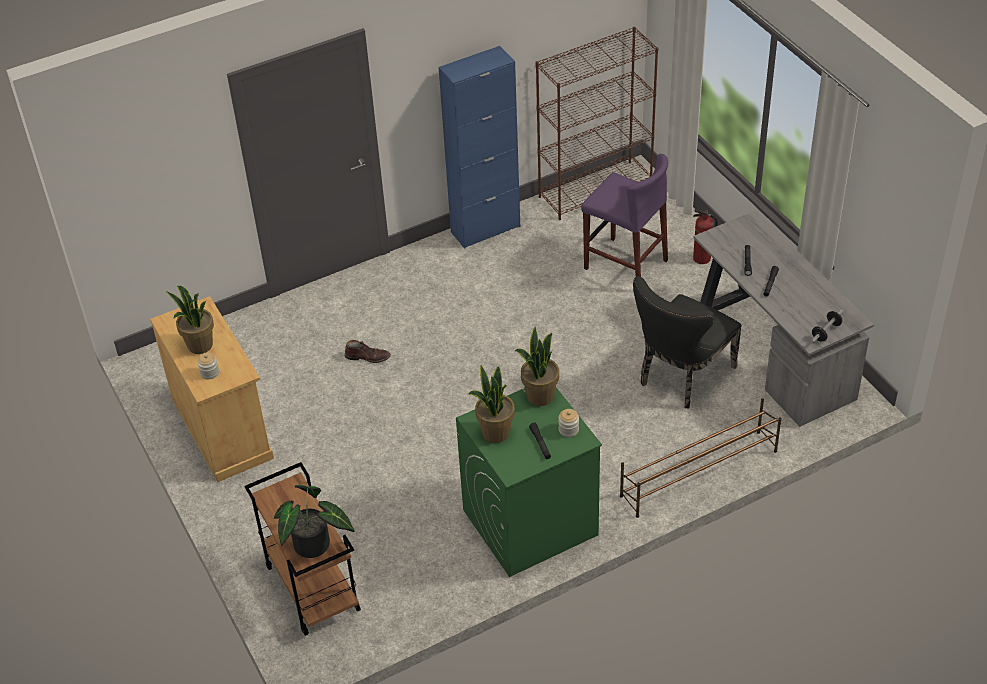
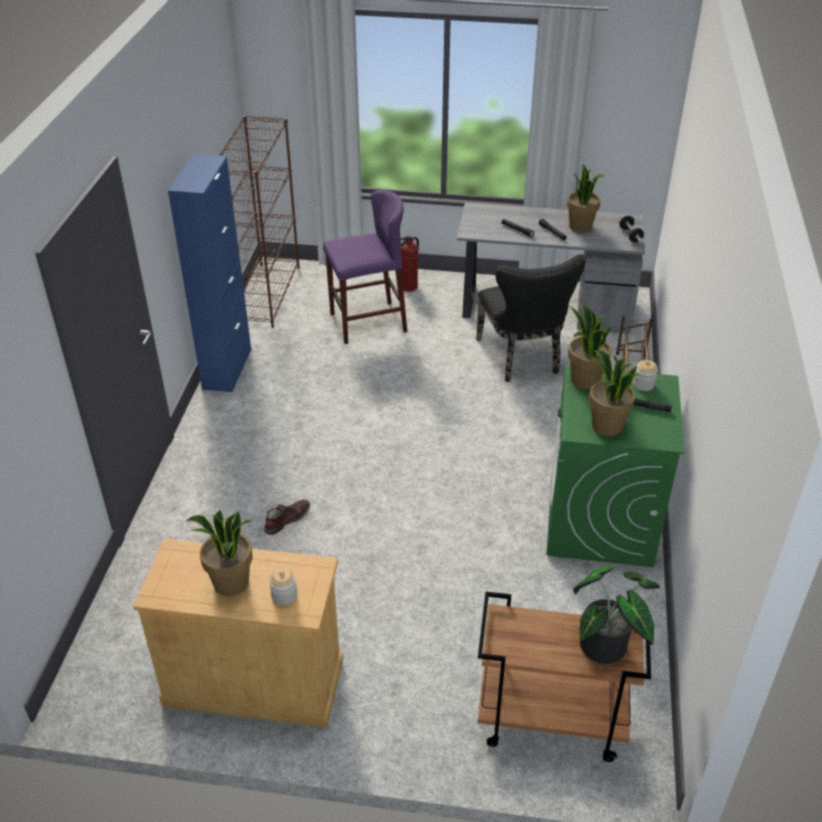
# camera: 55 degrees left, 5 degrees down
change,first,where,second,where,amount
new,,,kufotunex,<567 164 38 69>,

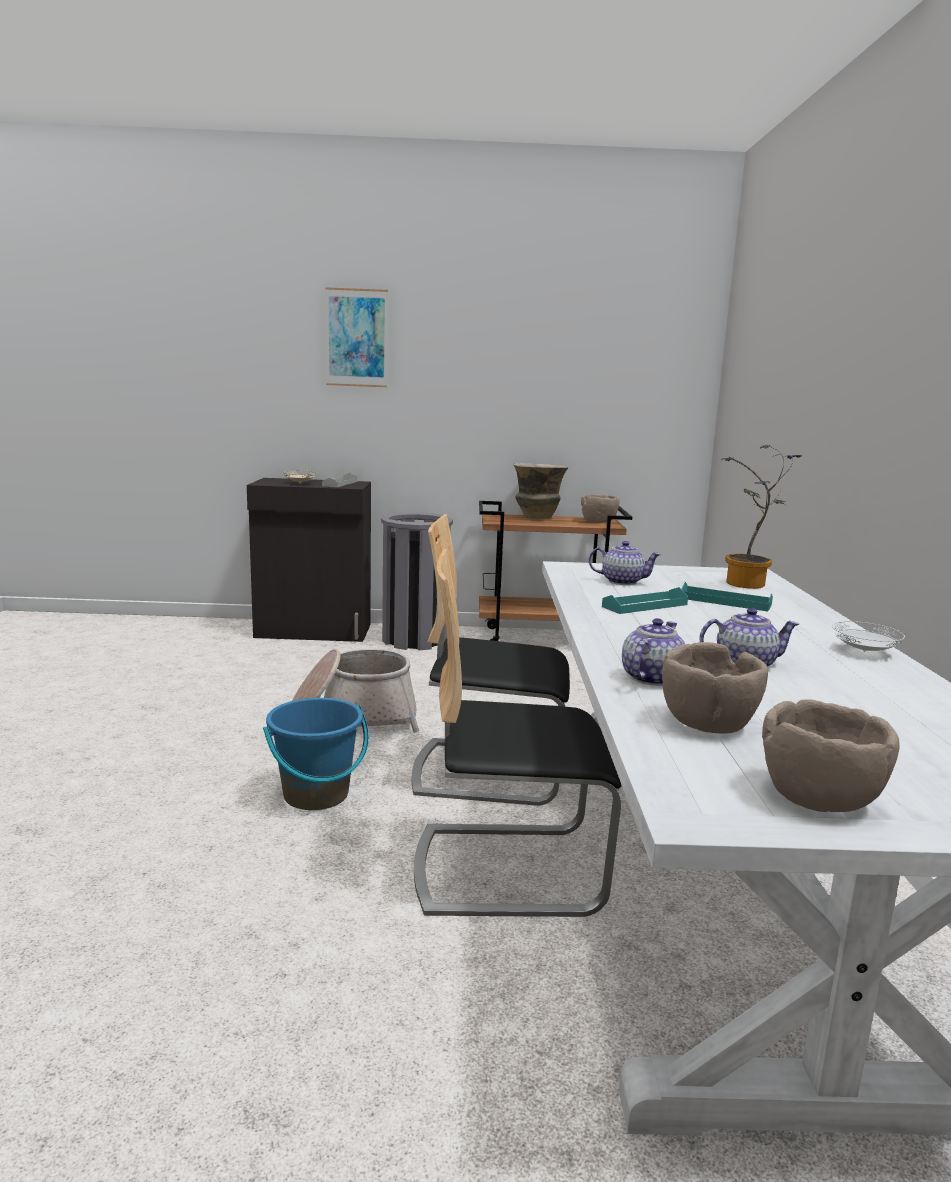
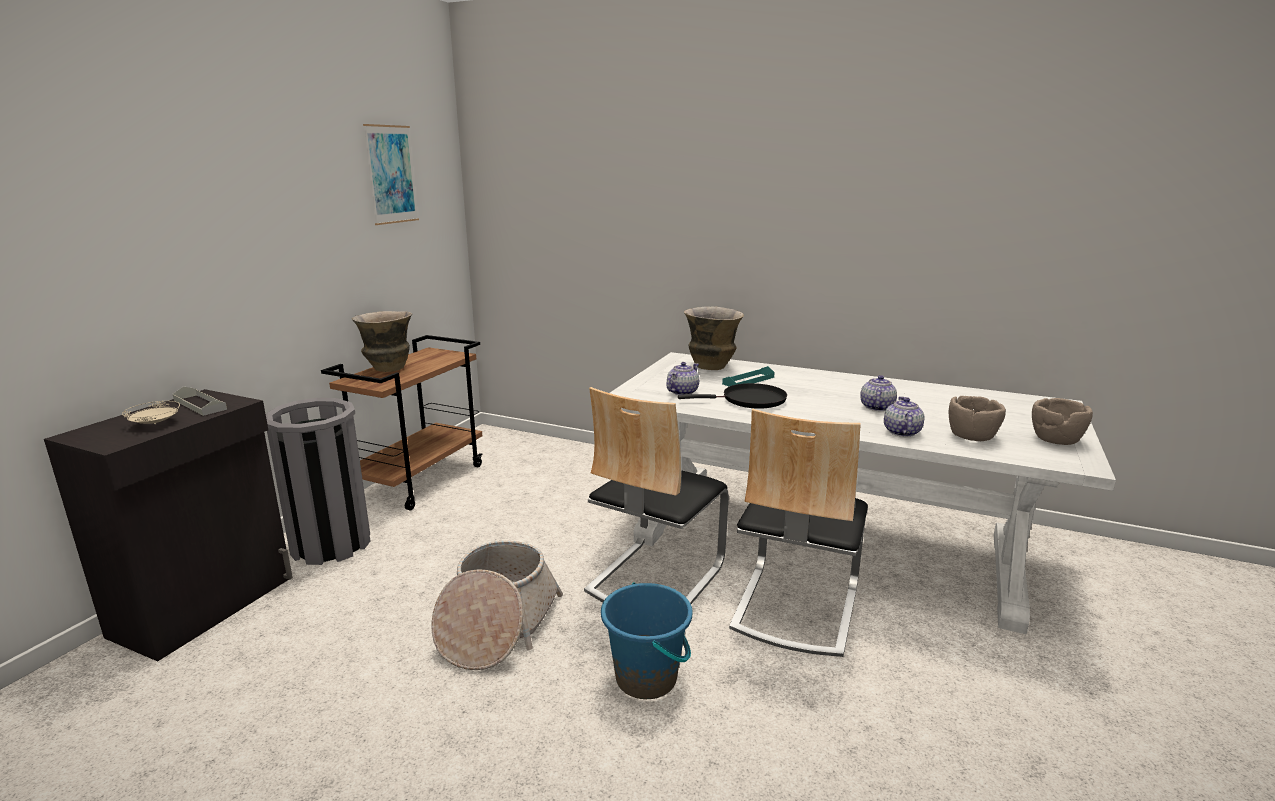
# camera: 65 degrees left, 5 degrees up
change,first,where,second,where,amount
shifted,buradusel,<325 287 63 100>,,<363 124 56 101>,
swapped,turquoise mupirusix,<602 587 86 27>,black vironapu,<678 383 109 26>,
swapped,kufotunex,<722 445 80 144>,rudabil,<684 306 60 64>,
rotated,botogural,<622 618 63 68>,,<884 396 41 41>,45 degrees clockwise
gone,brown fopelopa,<581 494 39 29>,,,
gone,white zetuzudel,<832 621 73 31>,,,

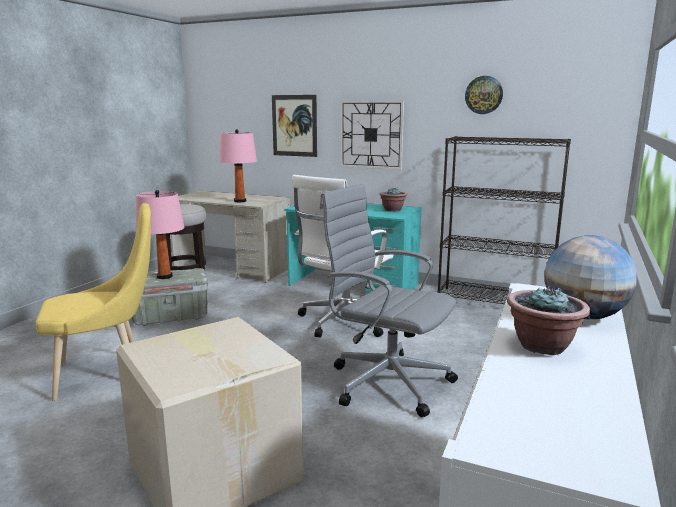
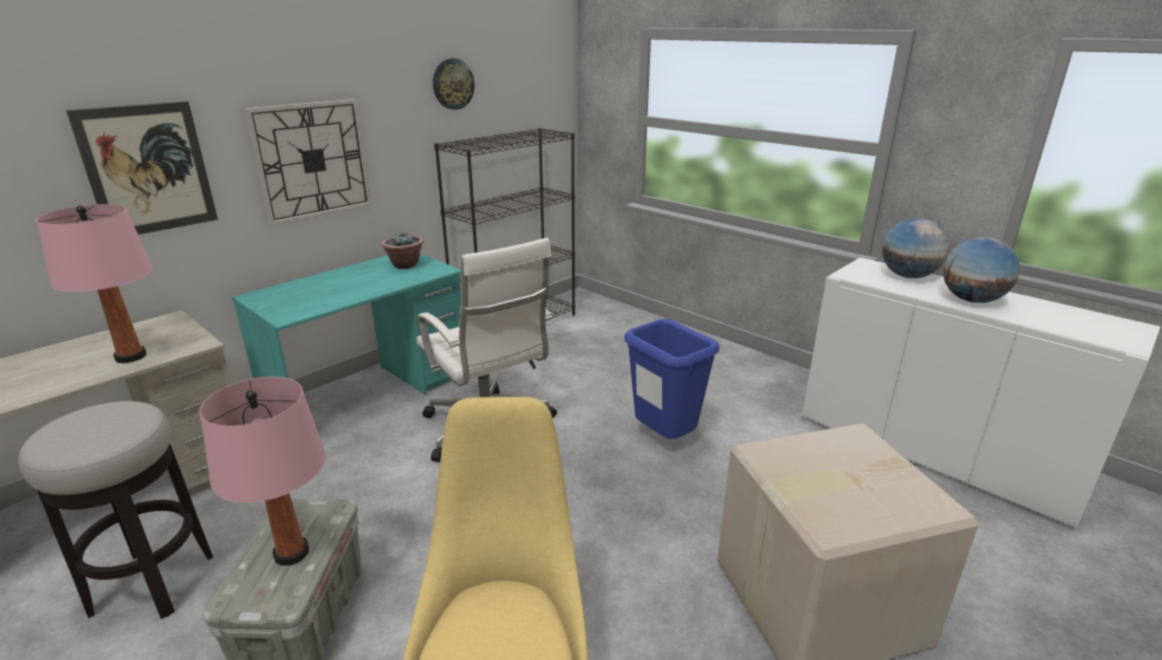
# camera: 70 degrees left, 10 degrees up
change,first,where,second,where,amount
swapped,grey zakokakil,<320 184 138 233>,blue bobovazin,<624 319 95 120>,
swapped,kufotunex,<507 285 83 70>,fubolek,<943 237 77 66>,

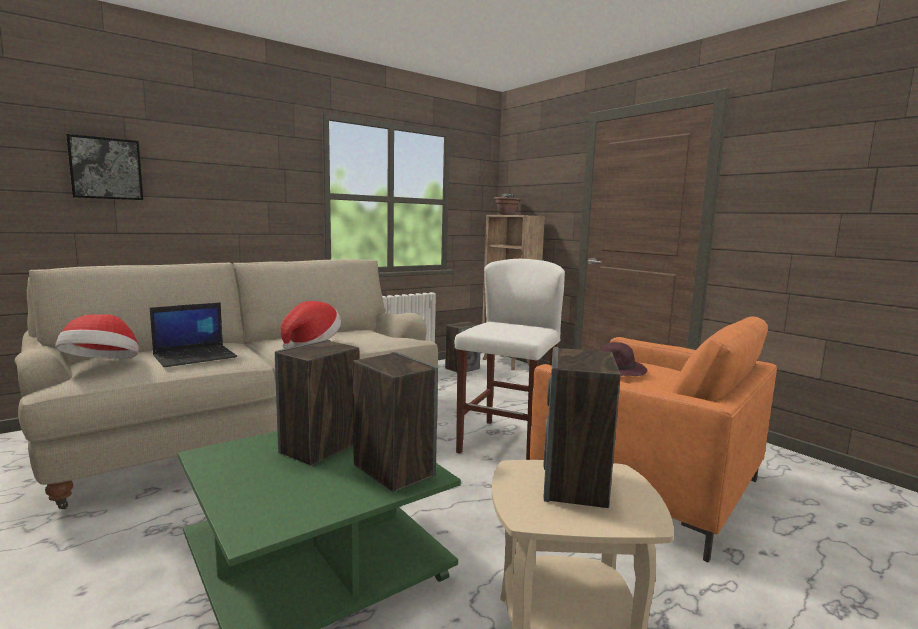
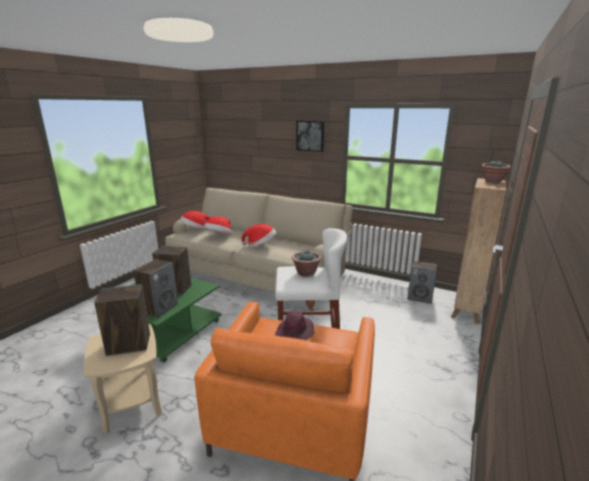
# camera: 65 degrees right, 10 degrees up
change,first,where,second,where,amount
swapped,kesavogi,<150 302 87 65>,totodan,<204 216 28 18>,
new,,,kufotunex,<292 251 29 26>,
shifted,buradusel,<66 134 77 66>,,<296 121 28 31>,

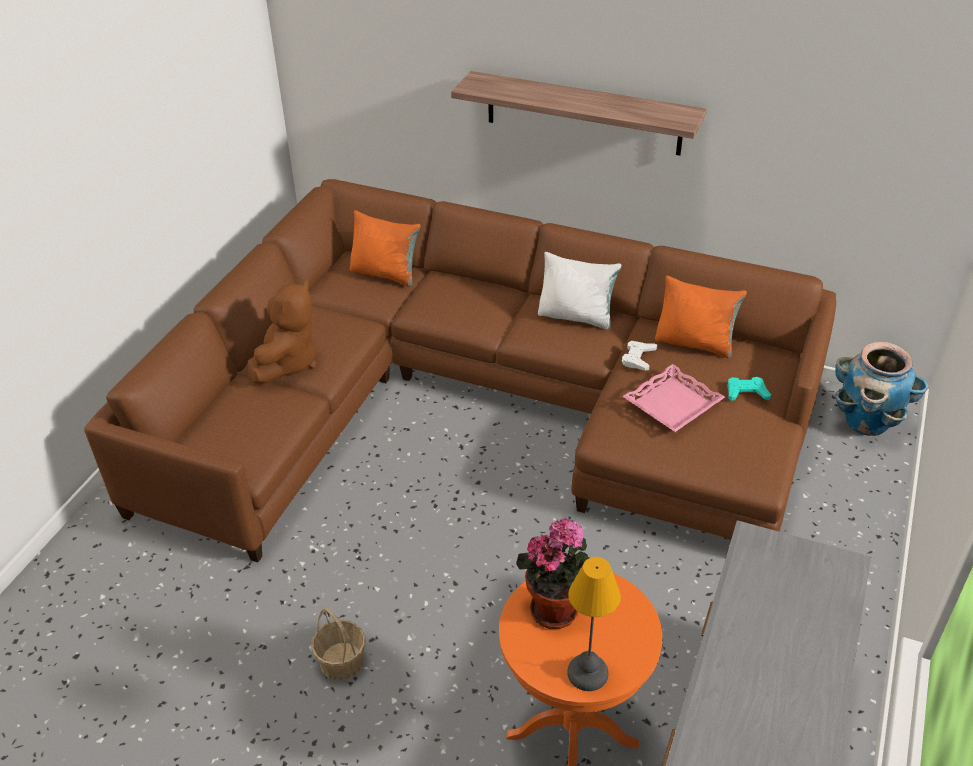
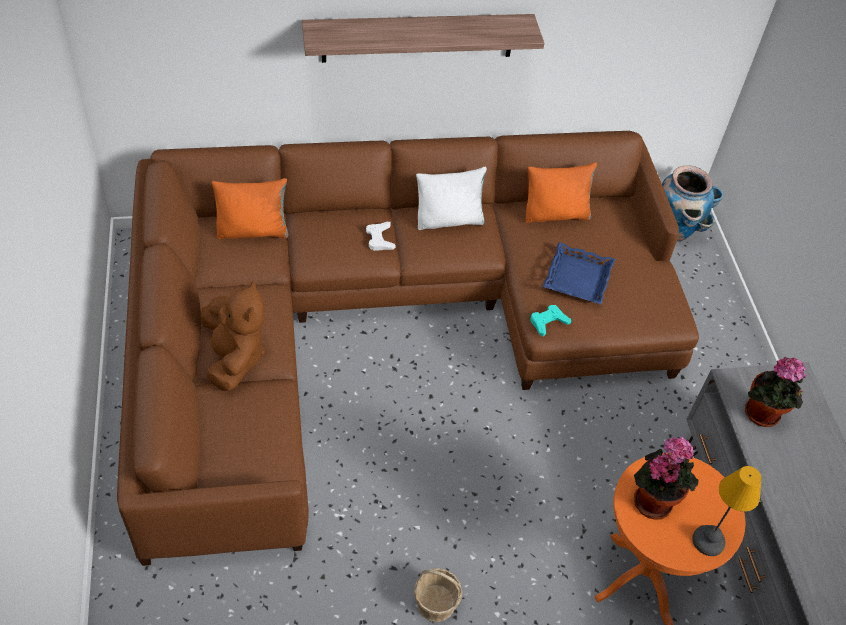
# camera: 35 degrees left, 10 degrees up
change,first,where,second,where,amount
shifted,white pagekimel,<622 341 35 30>,,<366 222 30 29>,
shifted,turquoise pagekimel,<727 377 44 24>,,<531 305 40 31>,
repainted,pink mupirusix,<622 364 103 68>,blue mupirusix,<543 242 72 62>,
new,,,kufotunex,<745 357 61 70>,

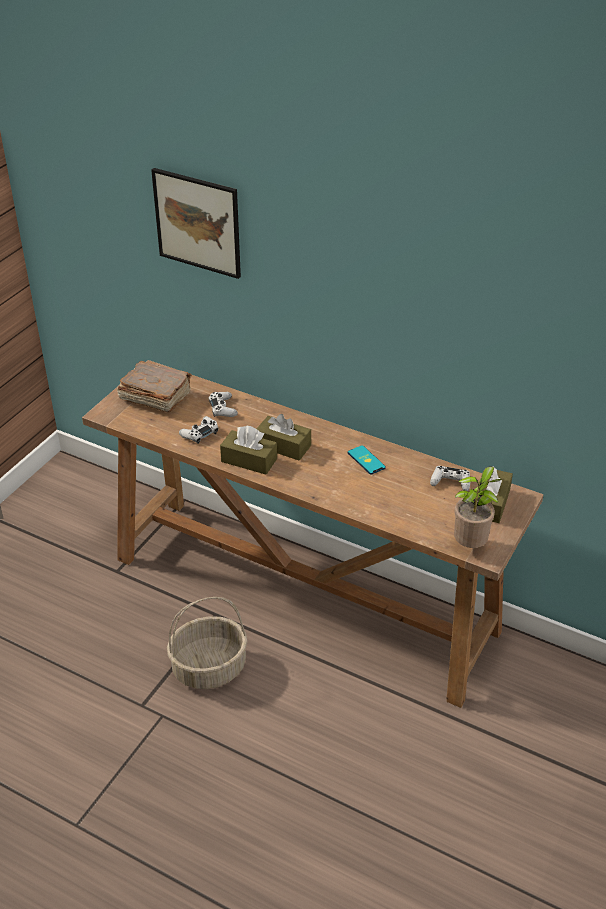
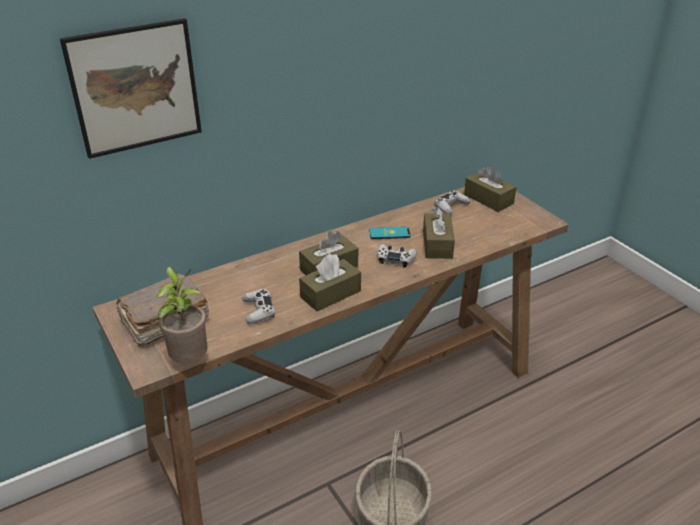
# camera: 60 degrees left, 5 degrees down
change,first,where,second,where,amount
shifted,kufotunex,<454 466 48 82>,,<156 266 52 97>,
shifted,white pagekimel,<208 392 30 25>,,<377 244 40 24>,
new,,,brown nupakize,<423 207 32 52>,

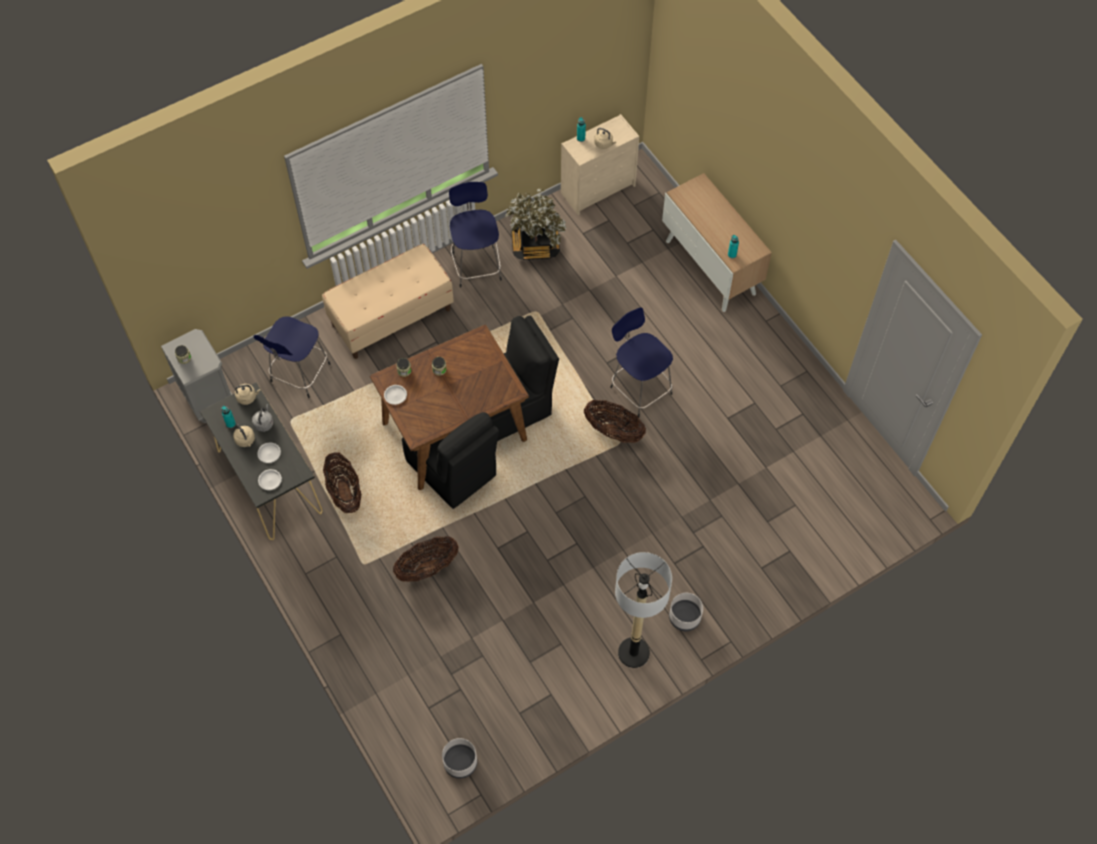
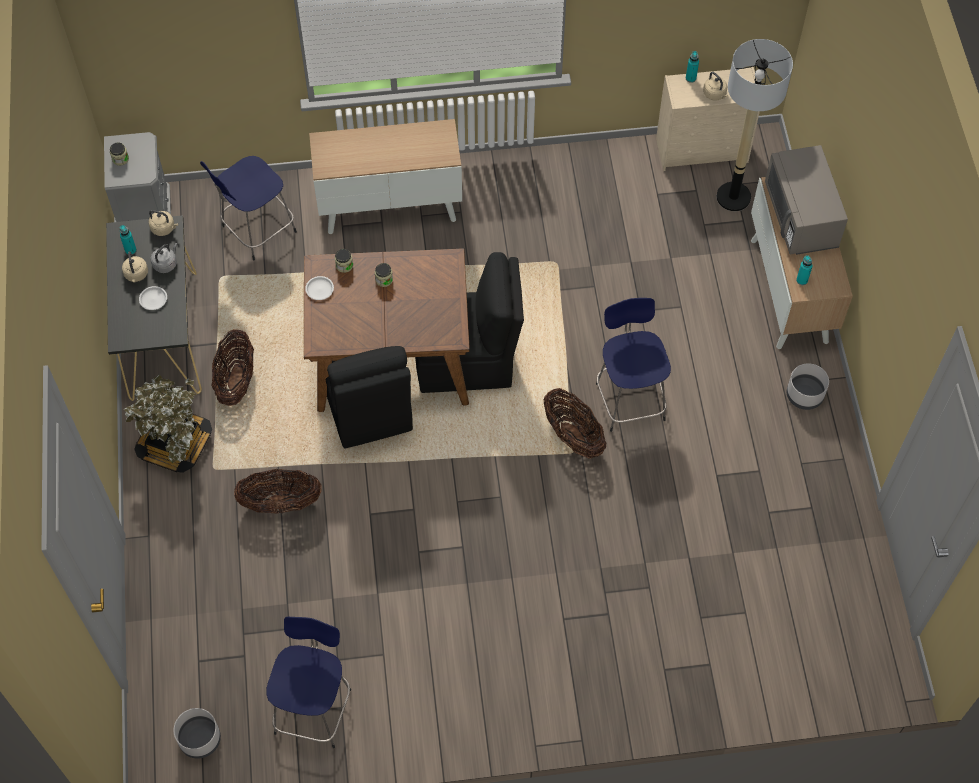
# camera: 25 degrees right, 0 degrees up
change,first,where,second,where,amount
shifted,kufotunex,<506 188 60 72>,,<123 374 89 99>,
shifted,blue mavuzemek,<449 182 53 106>,,<266 617 85 131>,
swapped,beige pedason,<322 244 132 115>,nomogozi,<309 119 153 115>,
shifted,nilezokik,<615 552 57 116>,,<717 39 76 172>,
new,,,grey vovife,<765 145 83 110>,
shifted,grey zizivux,<669 593 34 38>,,<787 363 42 47>,
gone,white zetuzudel,<258 469 24 21>,,,

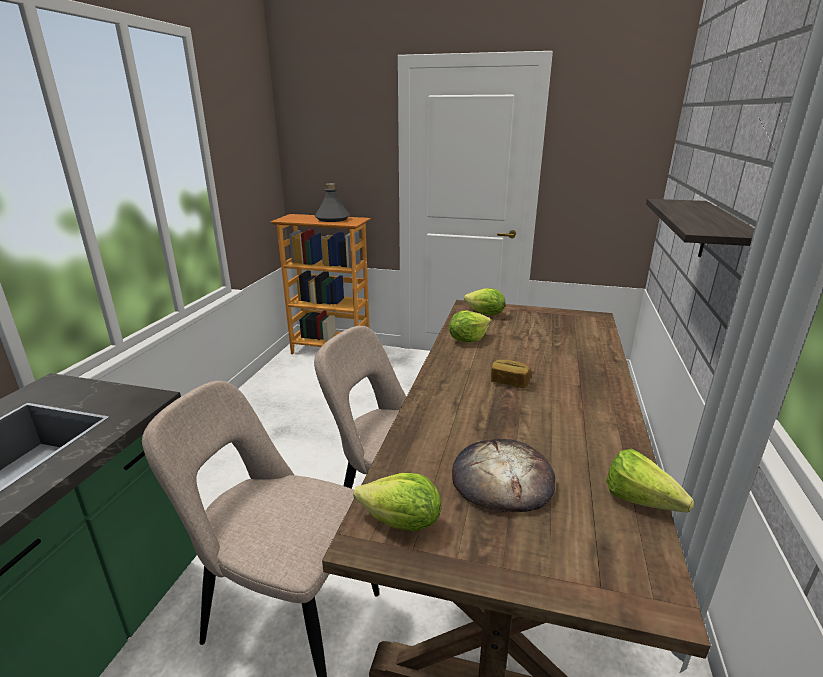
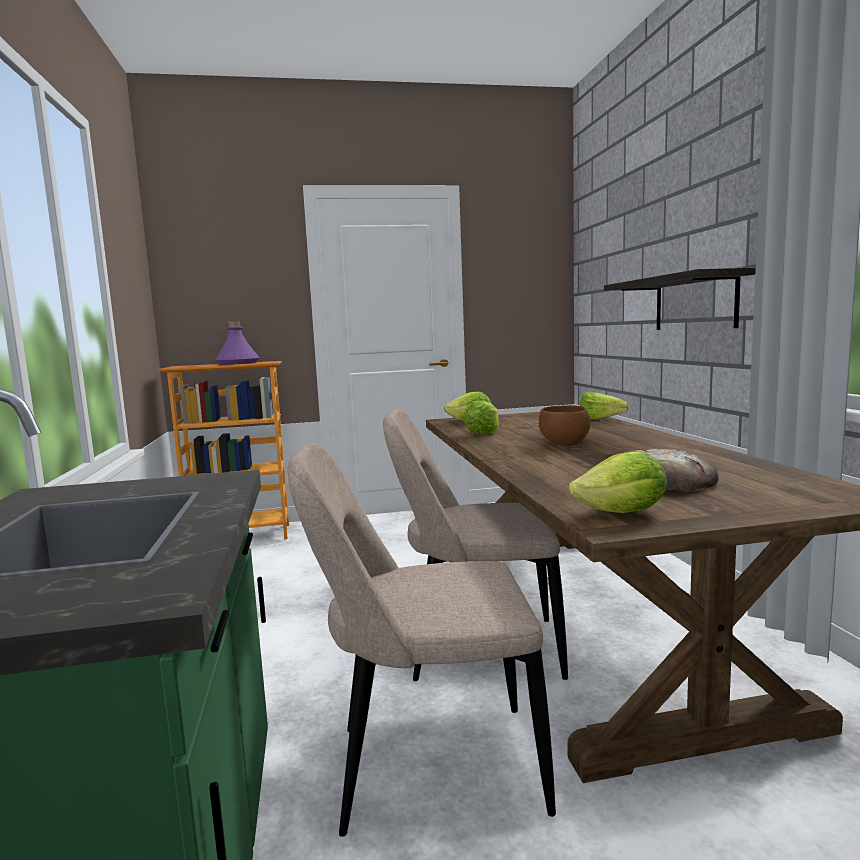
# camera: 25 degrees left, 15 degrees down
change,first,where,second,where,amount
repainted,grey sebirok,<315 183 35 39>,purple sebirok,<215 321 45 44>,
swapped,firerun,<491 359 41 29>,brown fopelopa,<539 405 52 41>,
shifted,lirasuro,<606 449 88 64>,,<580 392 49 28>,

